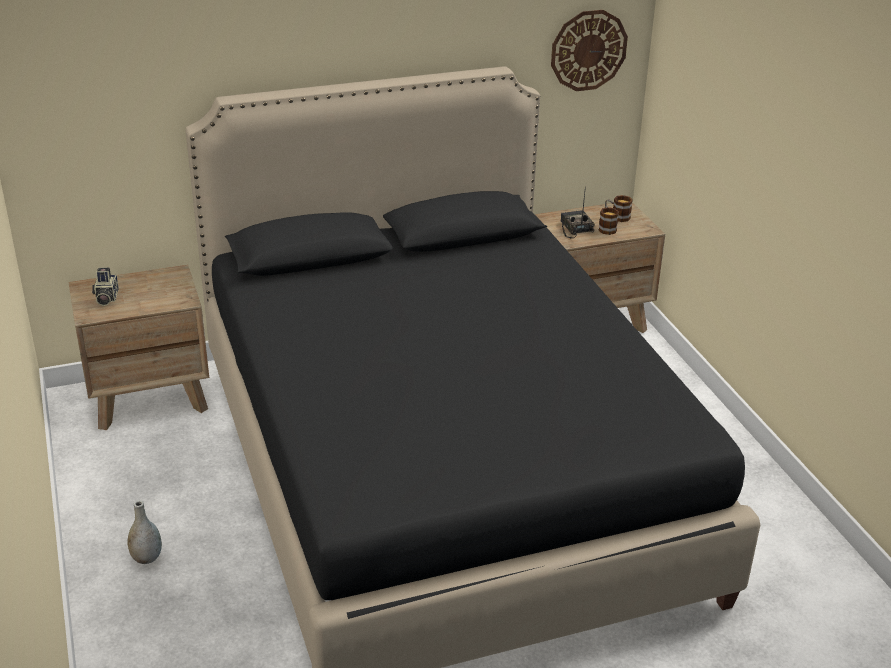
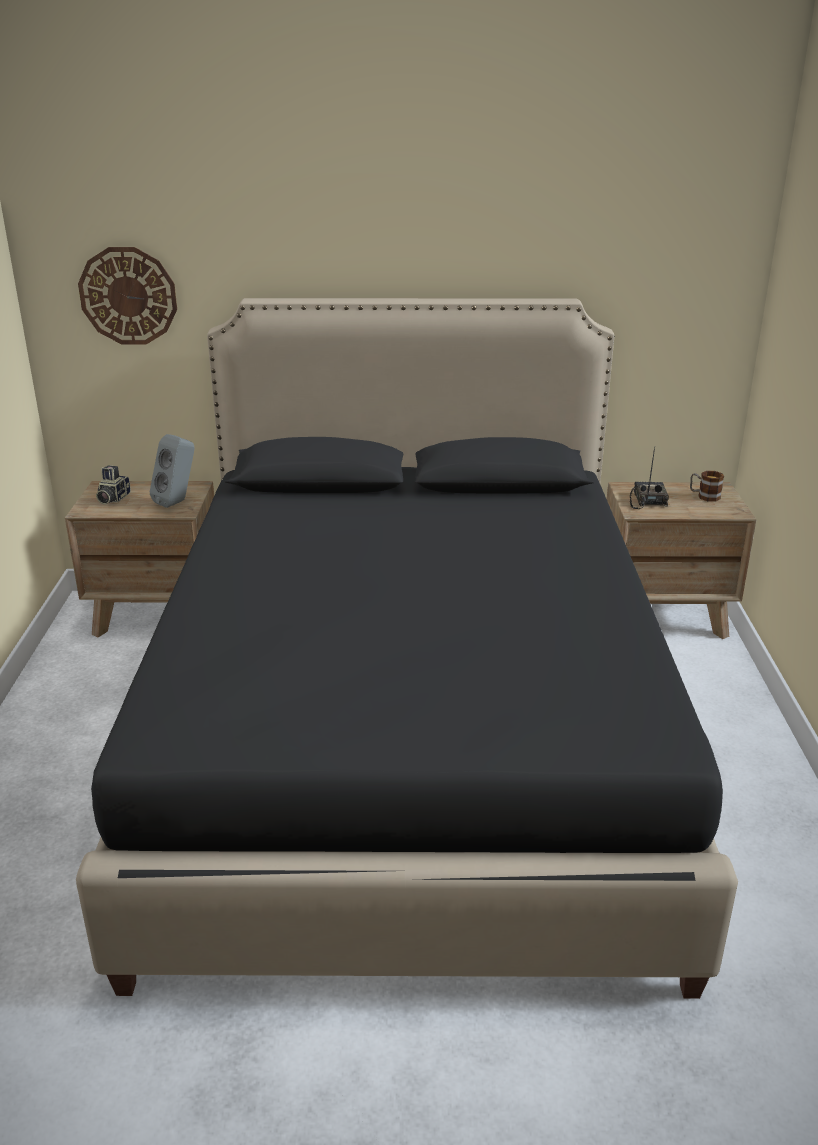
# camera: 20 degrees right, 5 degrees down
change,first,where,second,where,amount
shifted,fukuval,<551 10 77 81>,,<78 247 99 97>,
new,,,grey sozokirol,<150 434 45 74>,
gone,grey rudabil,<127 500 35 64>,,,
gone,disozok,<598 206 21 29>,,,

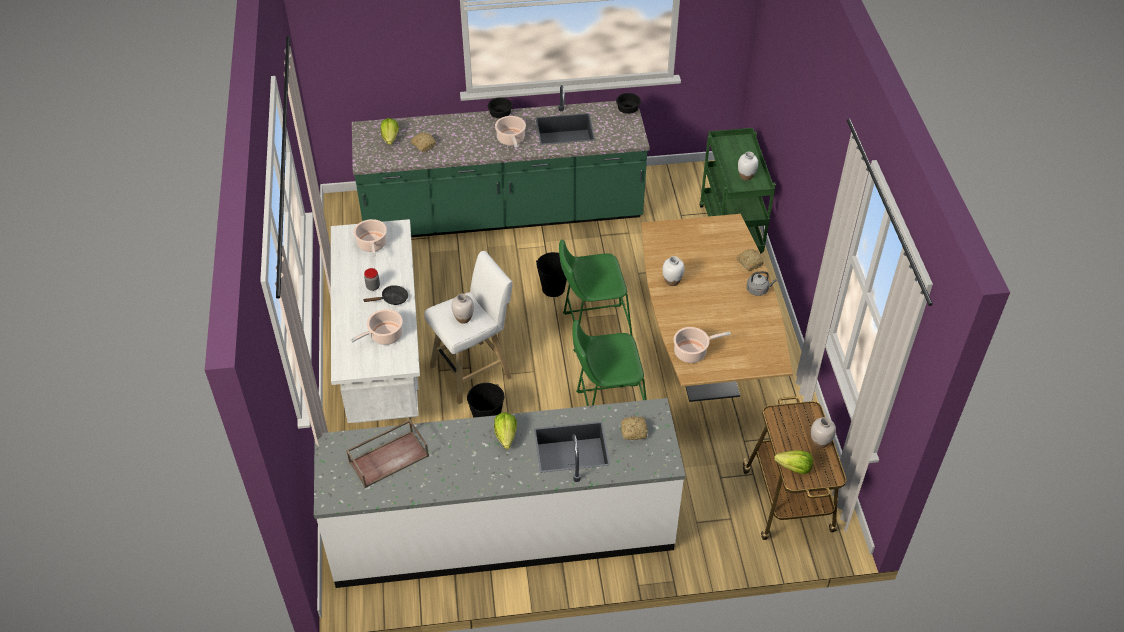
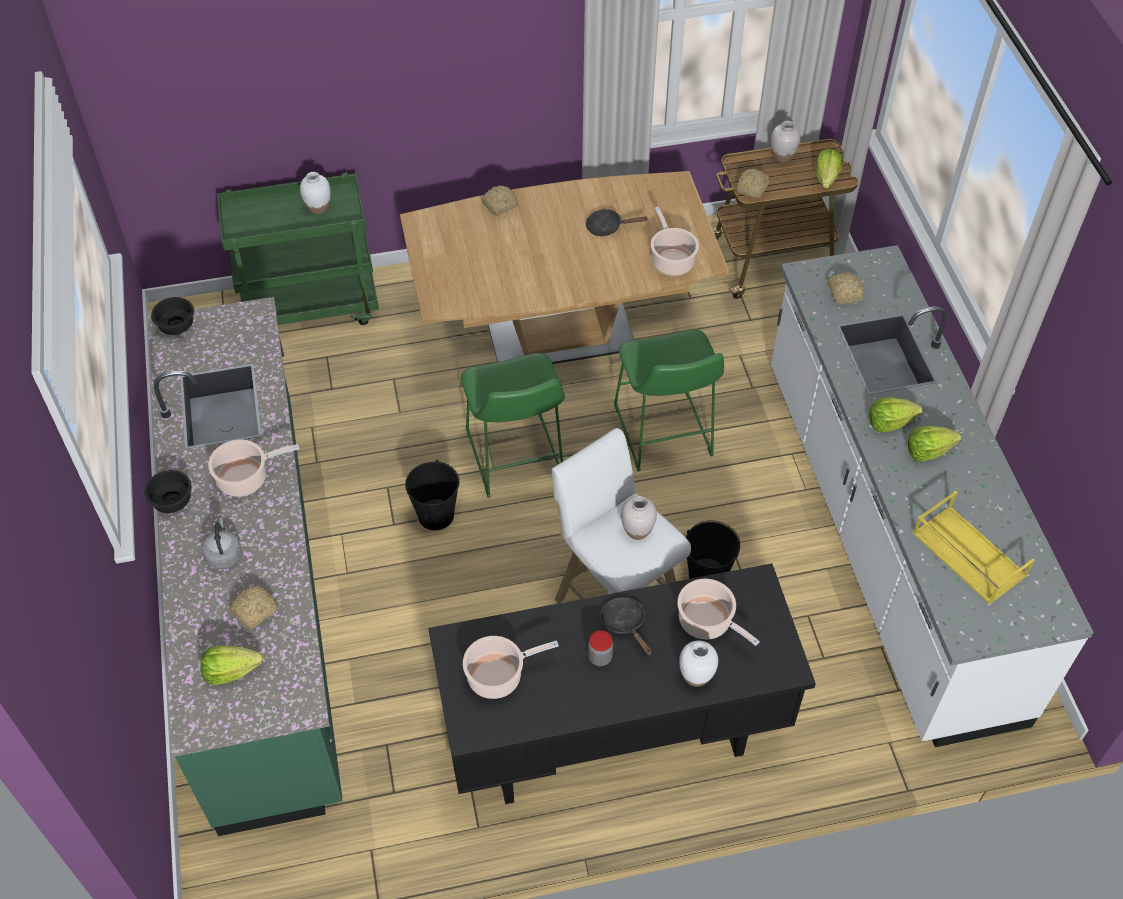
# camera: 95 degrees left, 5 degrees up
change,first,where,second,where,amount
shifted,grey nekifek,<747 271 30 25>,,<202 518 40 51>,
repainted,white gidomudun,<331 219 89 204>,black gidomudun,<428 563 388 241>,
new,,,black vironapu,<586 209 62 27>,
shifted,white rudabil,<663 256 22 30>,,<679 641 39 46>,
new,,,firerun,<736 169 34 29>,
new,,,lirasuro,<908 426 53 35>,
repainted,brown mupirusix,<346 419 83 69>,yellow mupirusix,<912 491 123 114>,

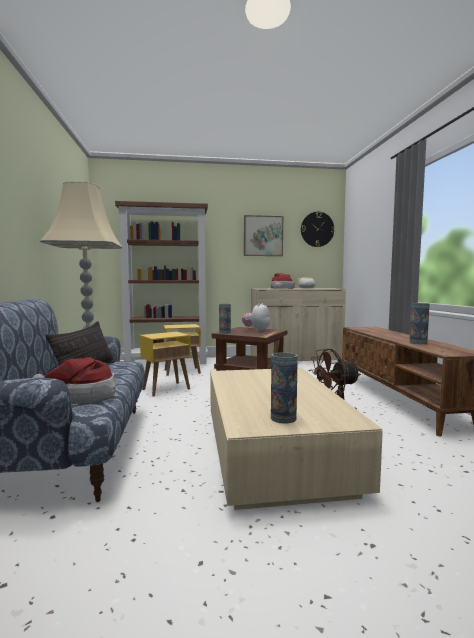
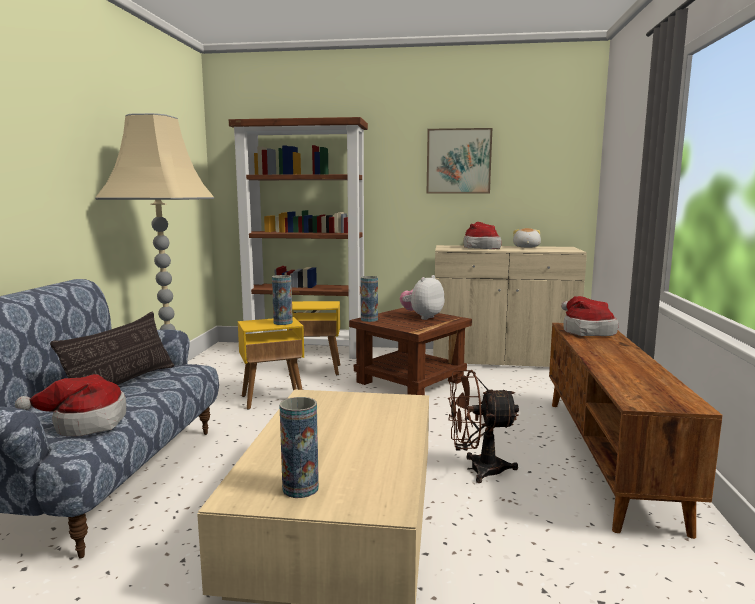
# camera: 15 degrees right, 5 degrees up
change,first,where,second,where,amount
shifted,rudabil,<409 303 21 42>,,<272 275 21 50>,
new,,,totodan,<561 296 58 40>,
gone,fukuval,<301 212 34 35>,,,

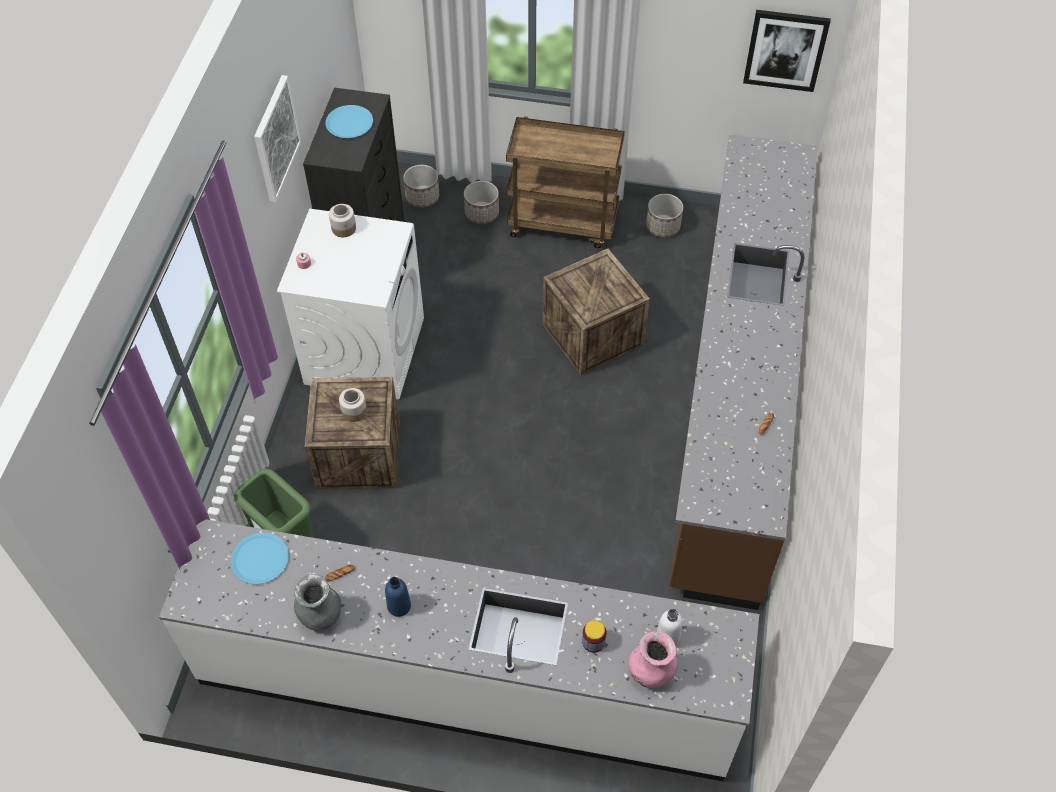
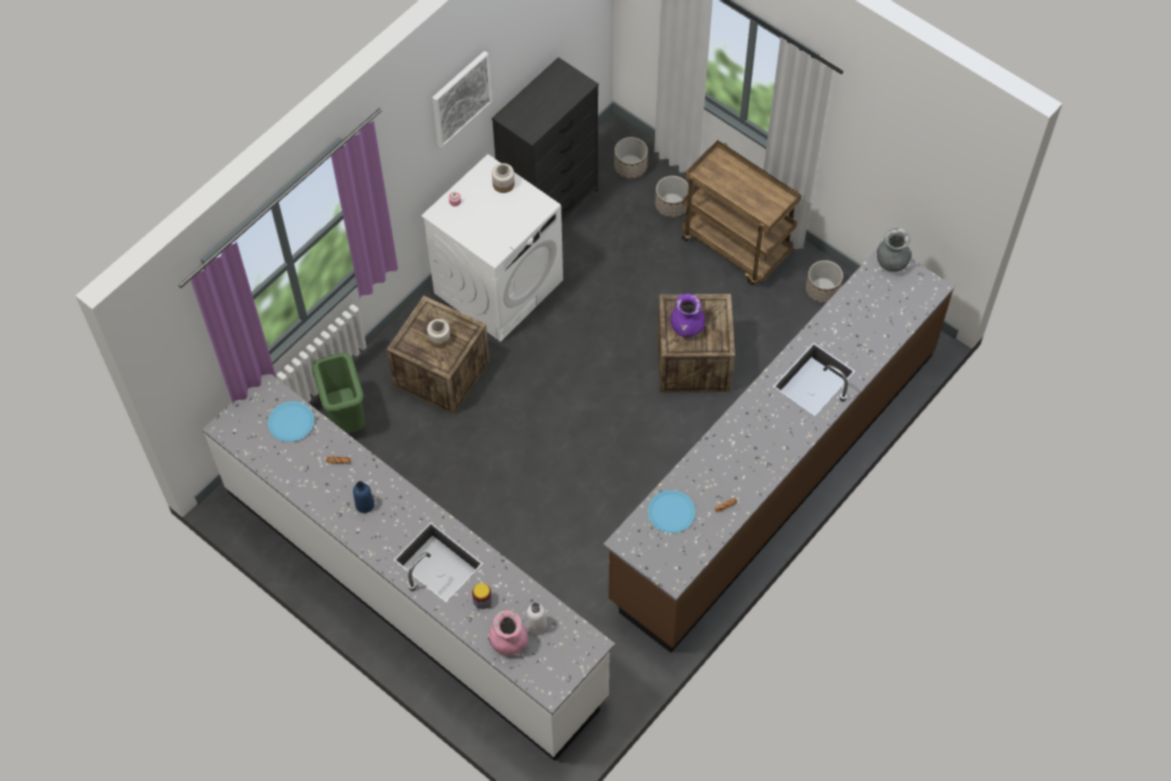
# camera: 30 degrees right, 5 degrees up
change,first,where,second,where,amount
shifted,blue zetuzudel,<325 105 48 33>,,<648 490 47 43>,
new,,,purple rudabil,<670 293 35 44>,
shifted,grey rudabil,<294 574 47 57>,,<877 228 34 44>,
gone,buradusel,<743 10 88 82>,,,

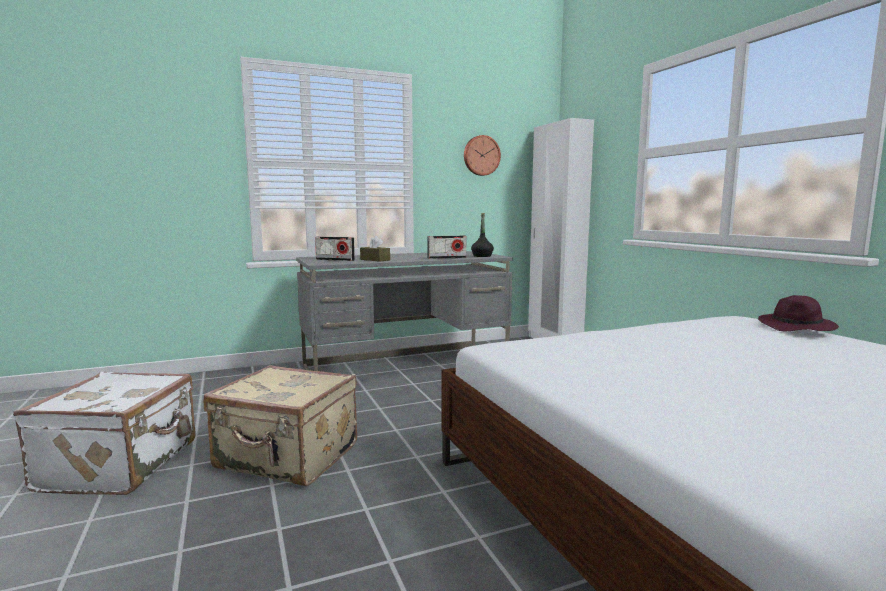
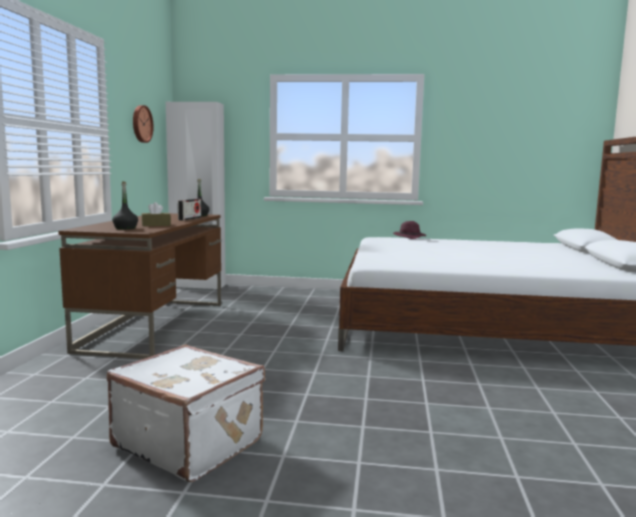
# camera: 60 degrees left, 0 degrees up
change,first,where,second,where,amount
repainted,grey gidomudun,<296 251 217 120>,brown gidomudun,<58 213 163 146>,
swapped,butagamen,<315 237 40 24>,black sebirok,<112 181 26 49>,
gone,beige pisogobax,<203 365 154 121>,,,

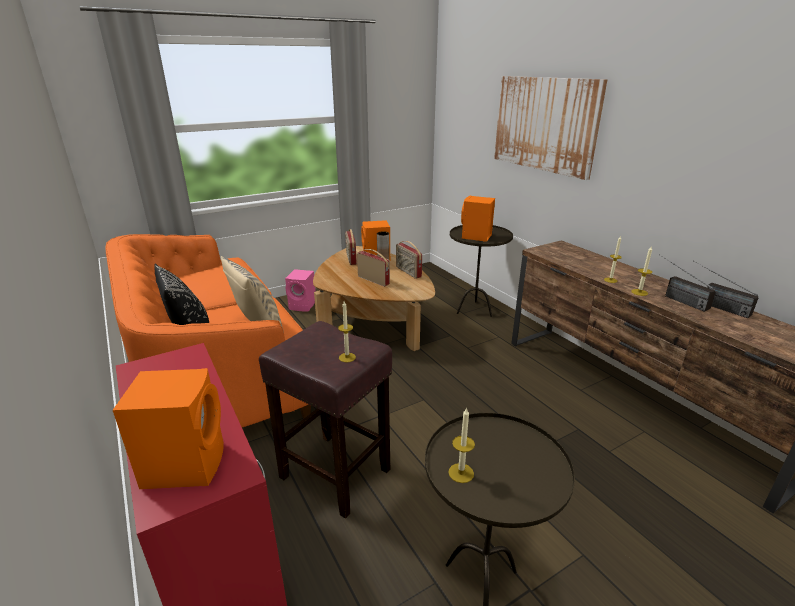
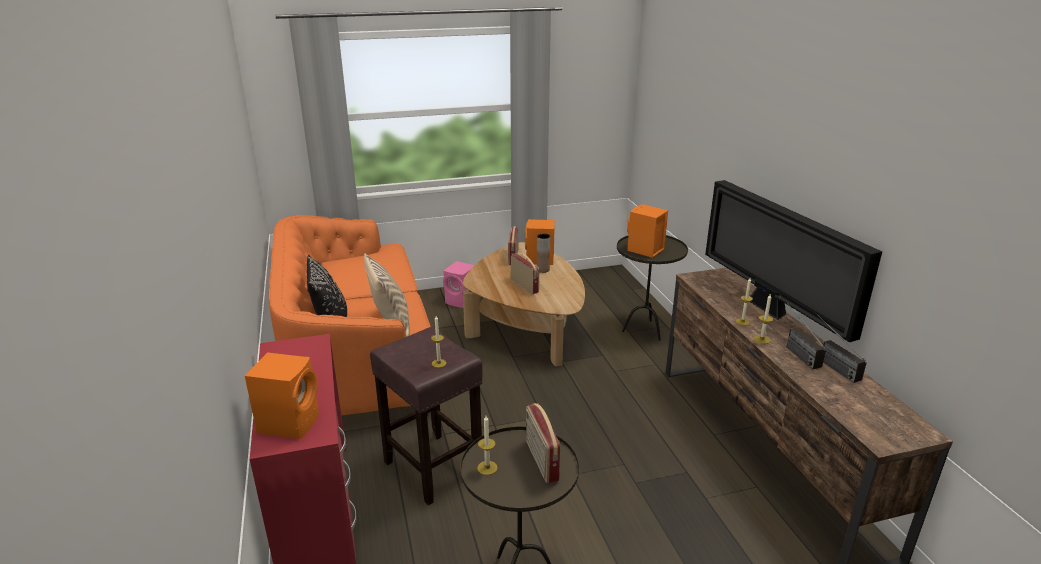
# camera: 15 degrees right, 0 degrees up
change,first,where,second,where,amount
shifted,butagamen,<396 241 26 38>,,<526 403 34 80>,
new,,,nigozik,<705 180 177 162>,
gone,buradusel,<494 76 114 104>,,,

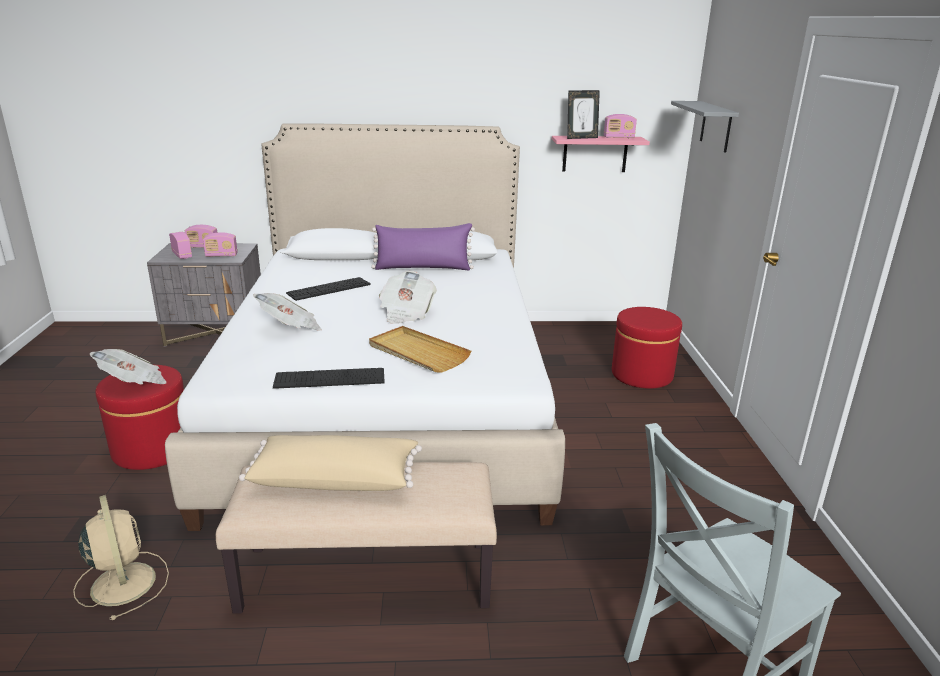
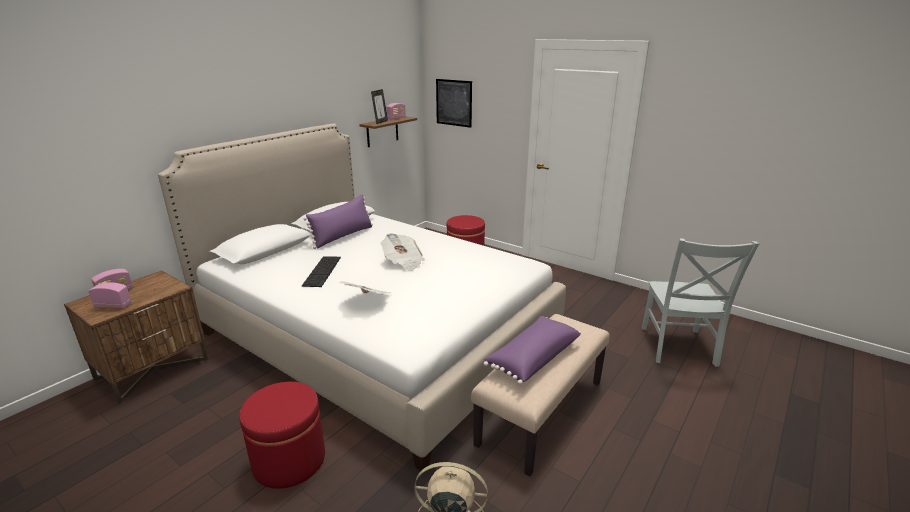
# camera: 50 degrees left, 0 degrees up
change,first,where,second,where,amount
repainted,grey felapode,<147 243 114 104>,brown felapode,<64 271 145 134>,
repainted,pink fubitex,<552 136 98 36>,brown fubitex,<359 116 58 31>,
swapped,grey fubitex,<671 101 68 51>,buradusel,<436 79 36 49>,
repainted,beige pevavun,<239 435 183 56>,purple pevavun,<484 316 97 69>,
gone,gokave,<90 349 76 35>,,,
gone,butagamen,<203 233 35 24>,,,
gone,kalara,<273 368 112 21>,,,
gone,beige mupirusix,<369 326 102 47>,,,

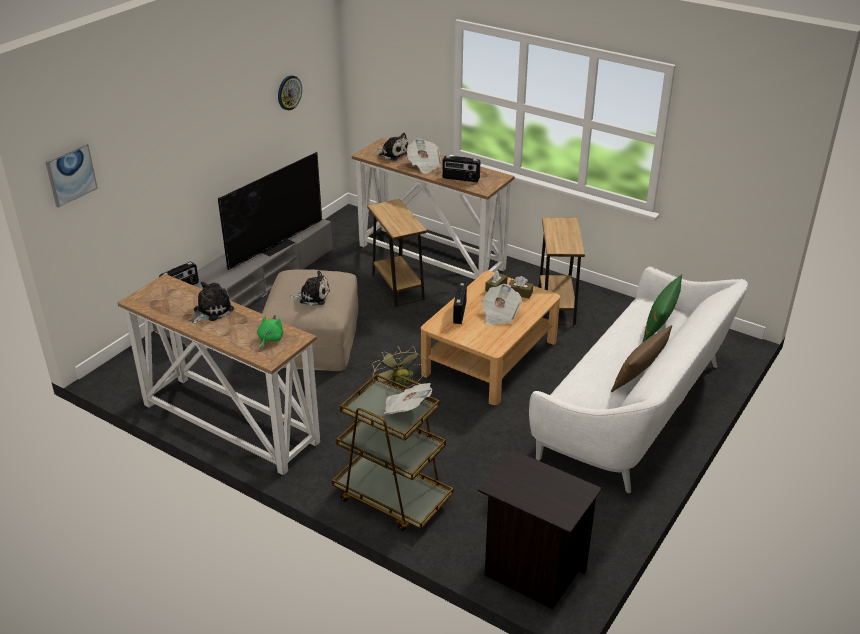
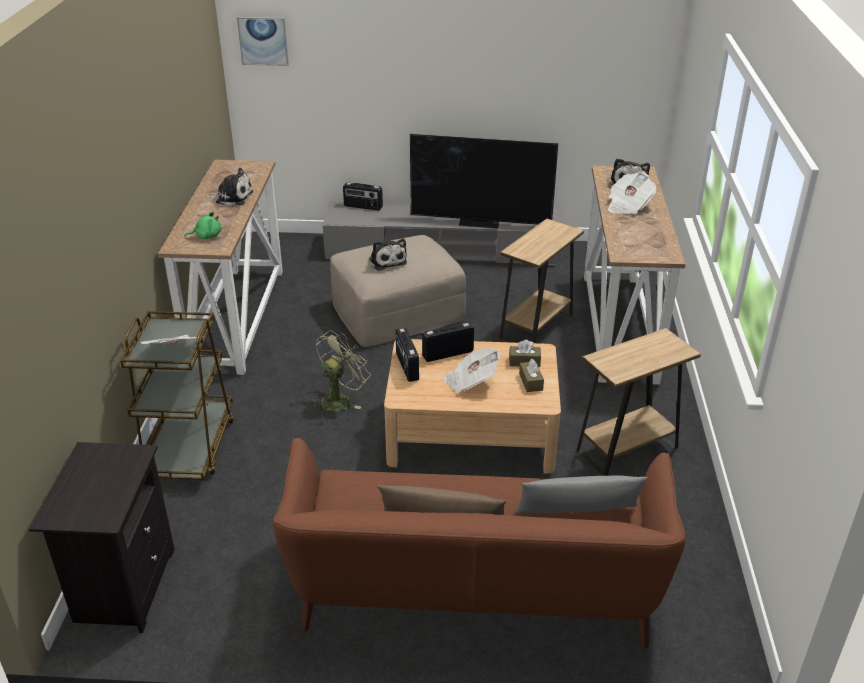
# camera: 60 degrees right, 0 degrees up
change,first,where,second,where,amount
repainted,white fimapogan,<529 266 219 227>,brown fimapogan,<273 438 413 211>,
shifted,butagamen,<442 156 38 26>,,<396 328 23 54>,
repainted,green pevavun,<642 274 40 69>,grey pevavun,<514 475 134 38>,
gone,fukuval,<278 75 24 35>,,,

